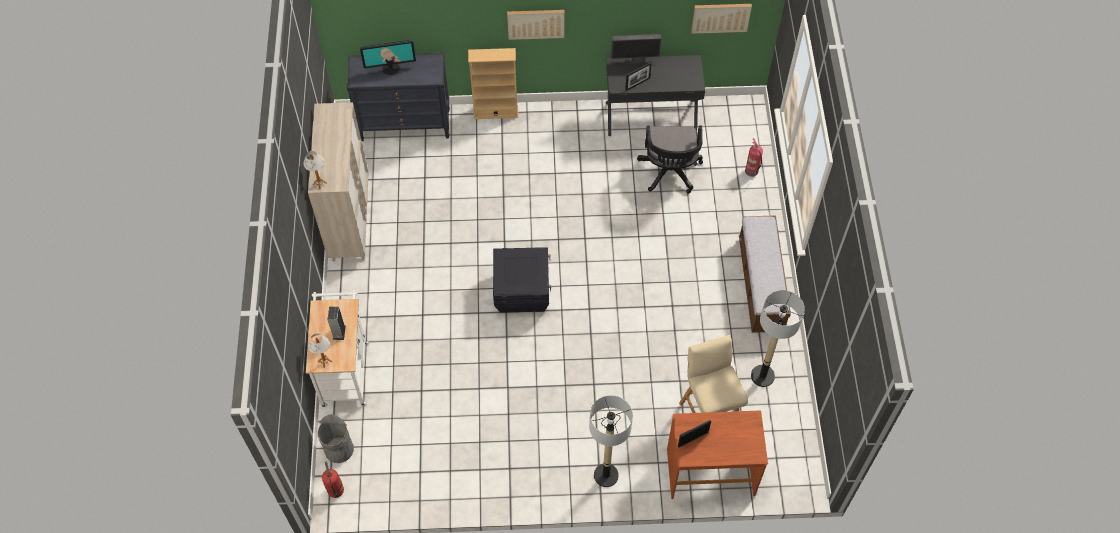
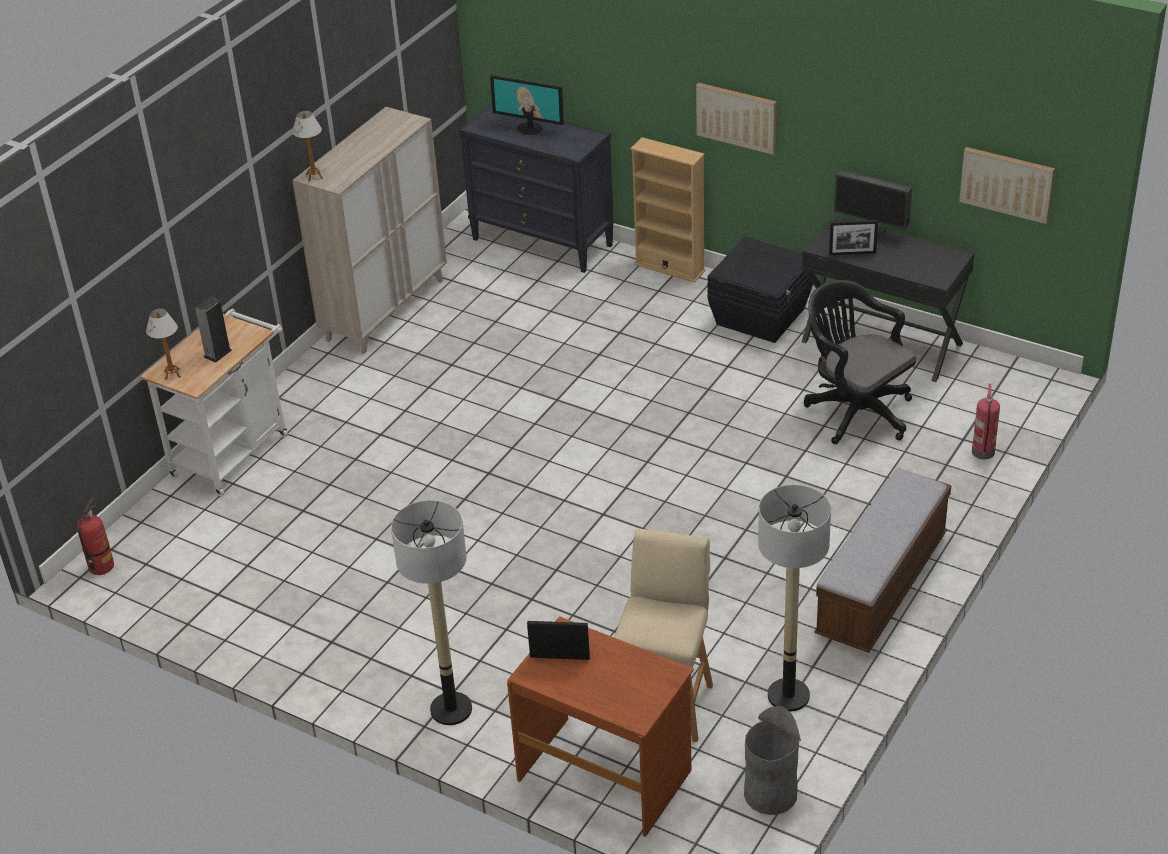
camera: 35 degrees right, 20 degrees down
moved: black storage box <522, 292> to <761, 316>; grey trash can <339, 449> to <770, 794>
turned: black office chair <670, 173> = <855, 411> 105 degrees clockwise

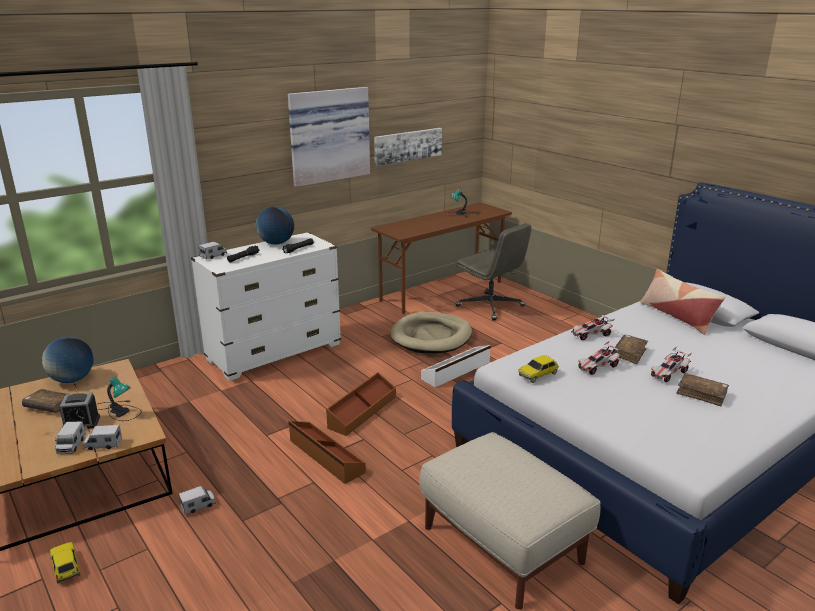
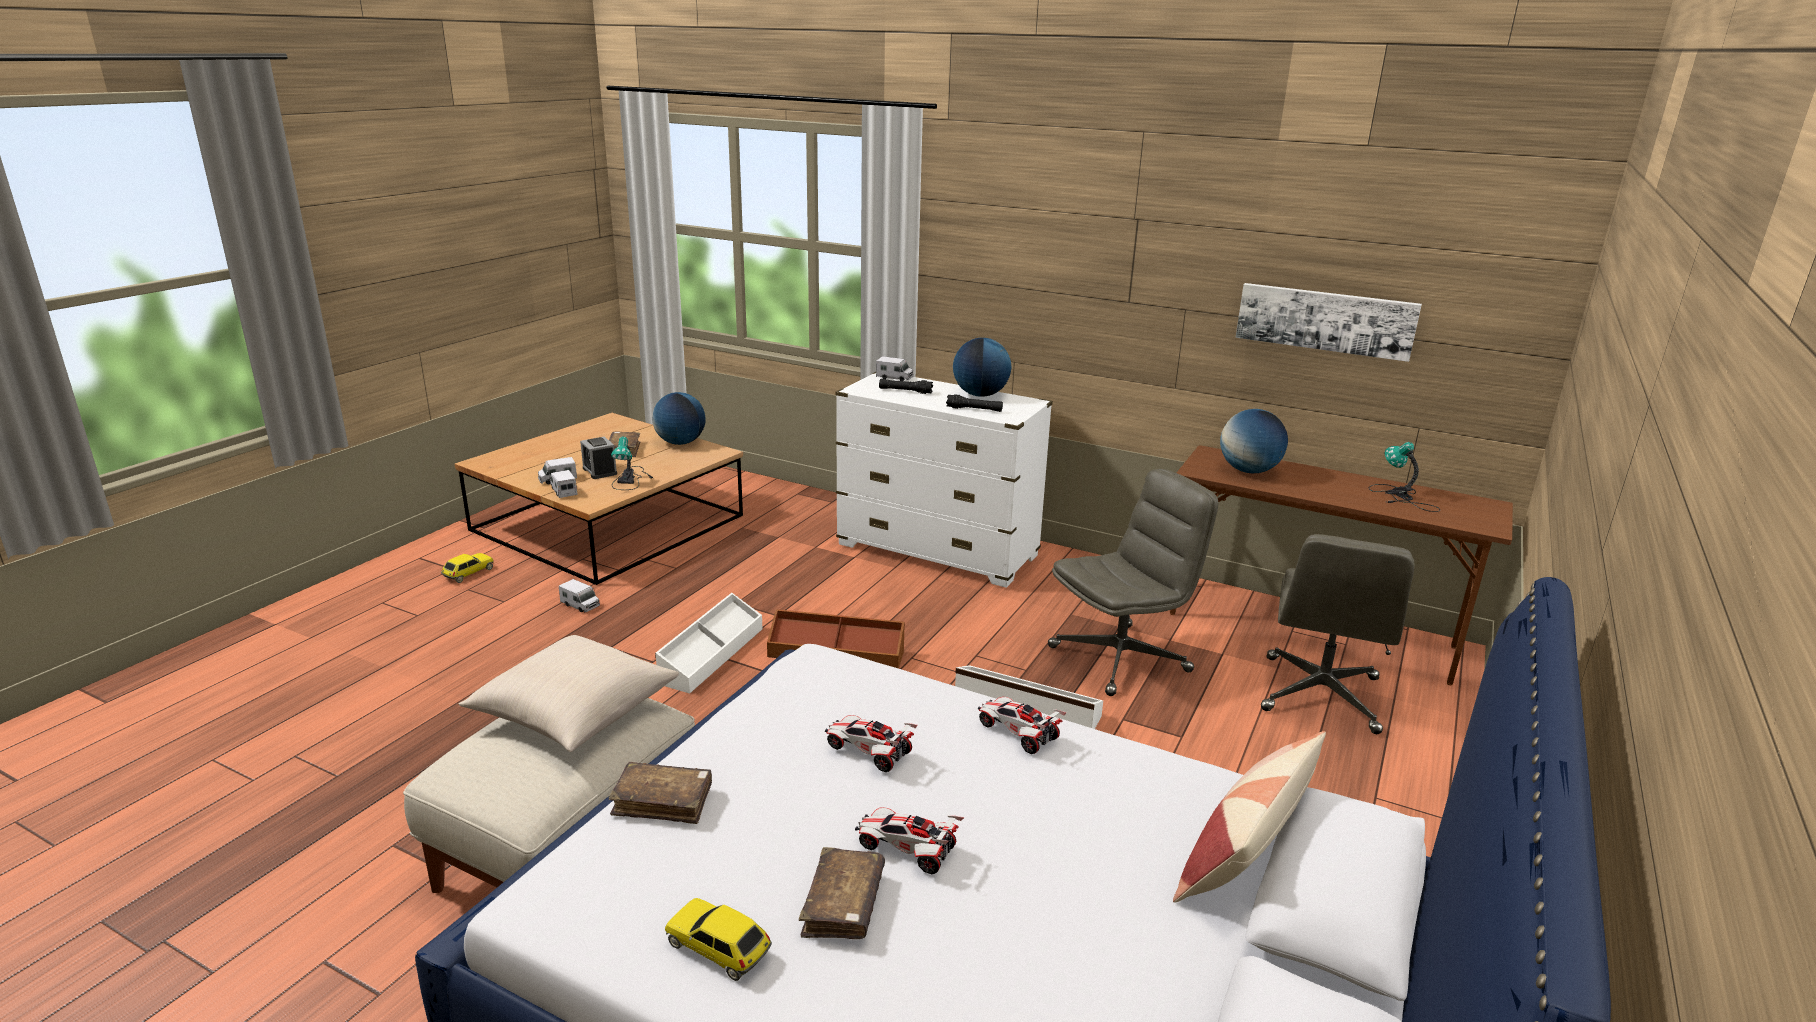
camera: 65 degrees right, 0 degrees up
removed: picture <328, 135>
added: globe <1248, 471>; beige pillow <575, 712>
moved: brown book <629, 353> to <663, 801>; toy car <538, 374> to <719, 949>
replaced: beige dog bed <431, 336> to grey office chair <1120, 658>
recoloured: brown storage box <325, 456> to white storage box <711, 655>

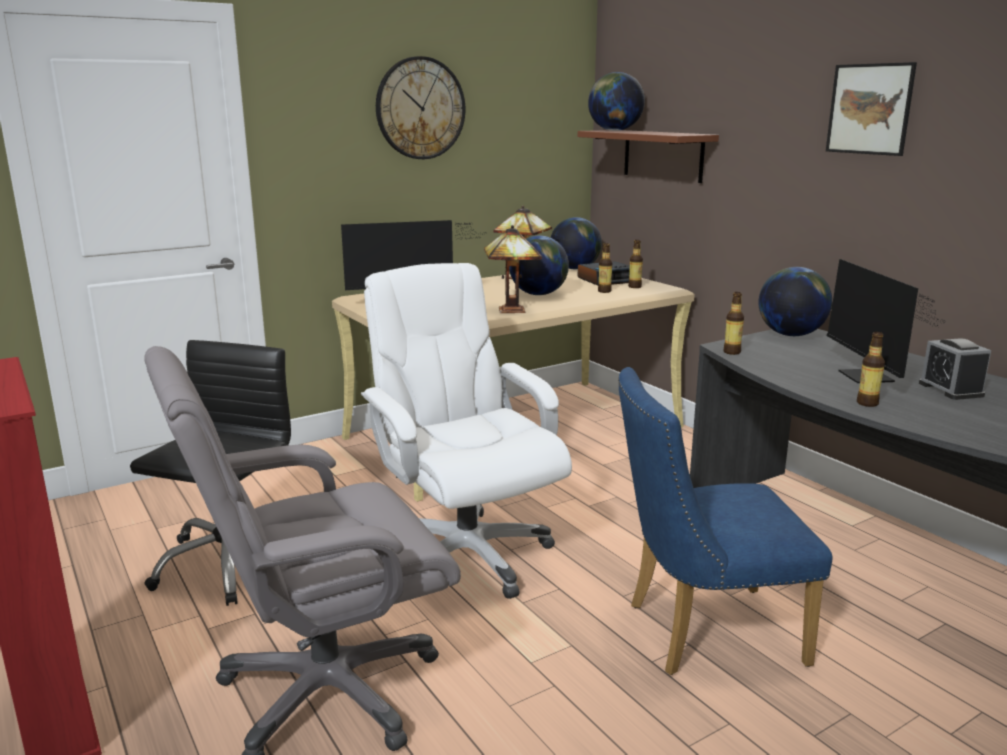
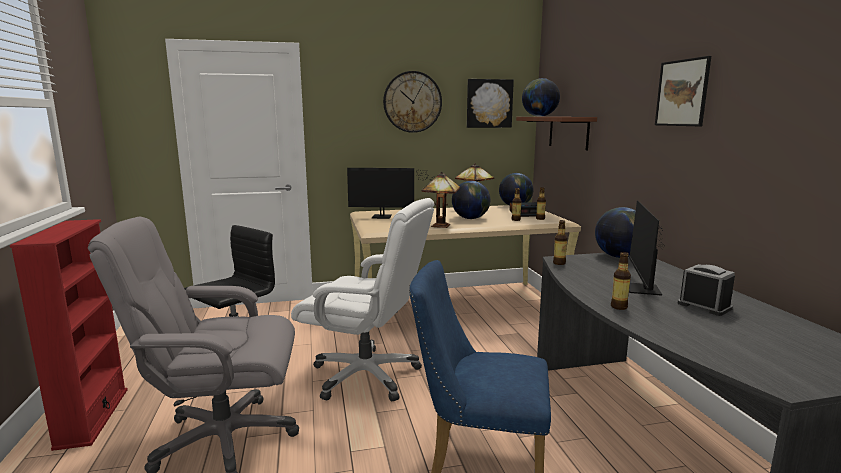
camera: 20 degrees right, 5 degrees down
added: picture <489, 103>
turned: white office chair <466, 554> = <367, 375> 120 degrees clockwise; alarm clock <950, 389> = <704, 306> 135 degrees clockwise

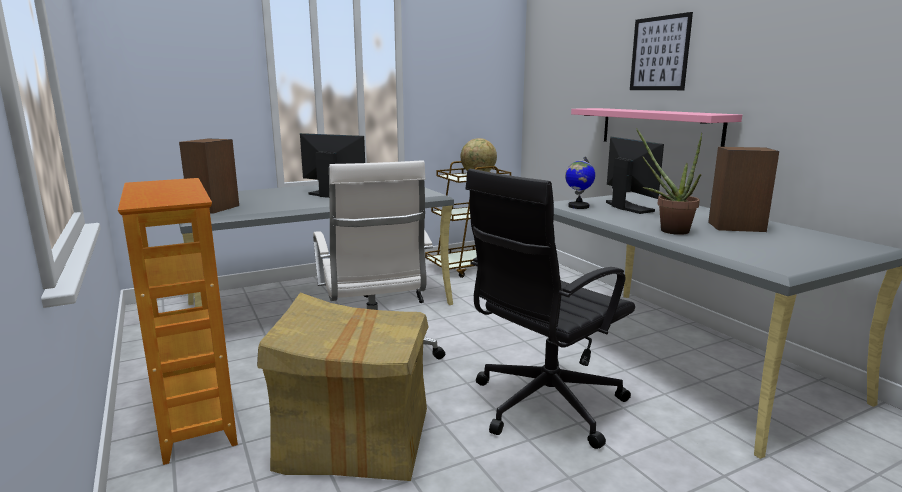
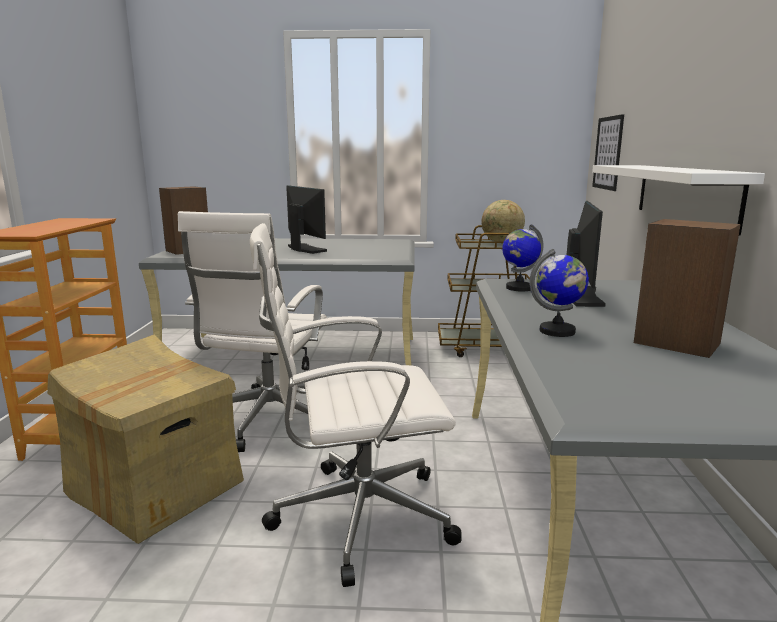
camera: 30 degrees right, 0 degrees up
moved: picture <659, 53> to <608, 153>
replaced: potted plant <668, 230> to globe <557, 331>
recoloured: pink shelf <658, 129> to white shelf <685, 194>; black office chair <544, 405> to white office chair <356, 516>

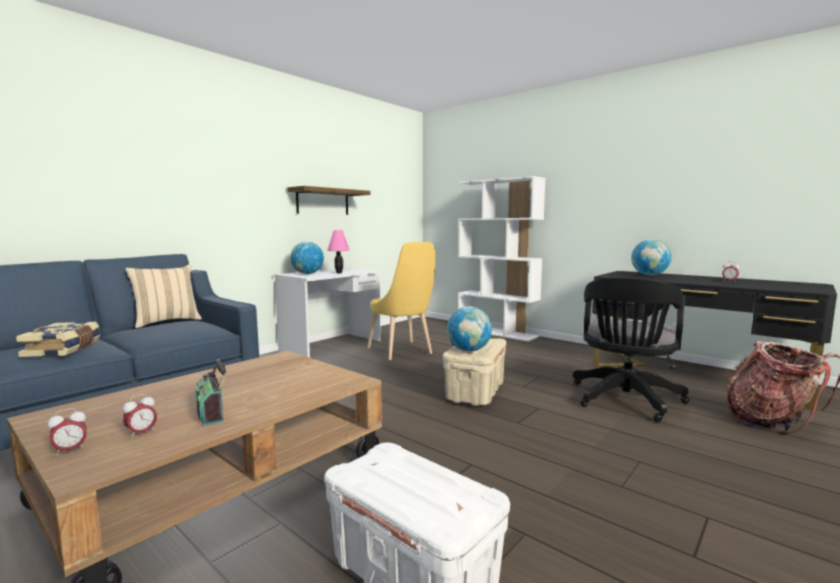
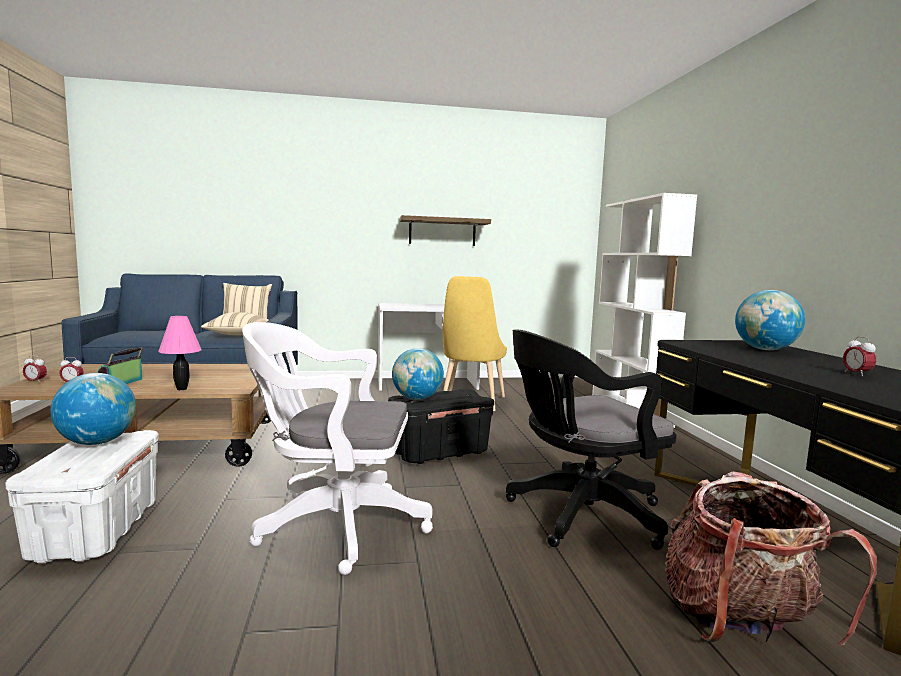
camera: 40 degrees right, 0 degrees up
removed: book <64, 349>
added: beige pillow <237, 335>; white office chair <333, 525>
moved: pink table lamp <339, 273> to <181, 389>; globe <307, 273> to <97, 442>
recoloured: beige storage box <475, 392> to black storage box <440, 452>

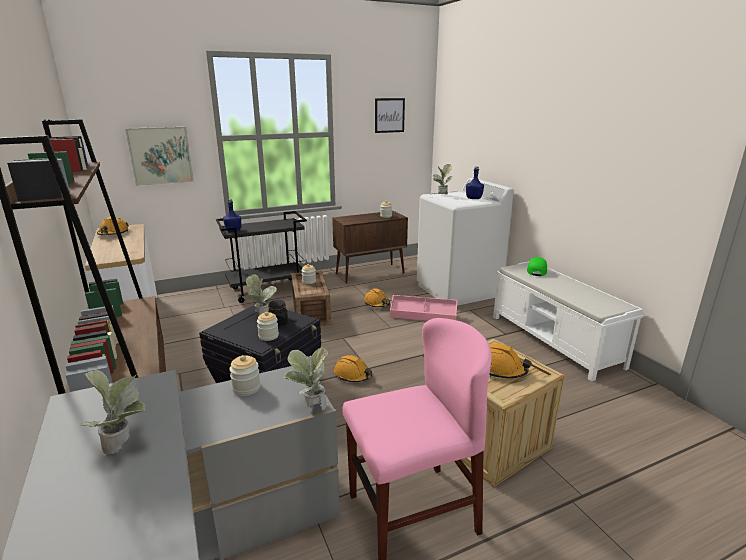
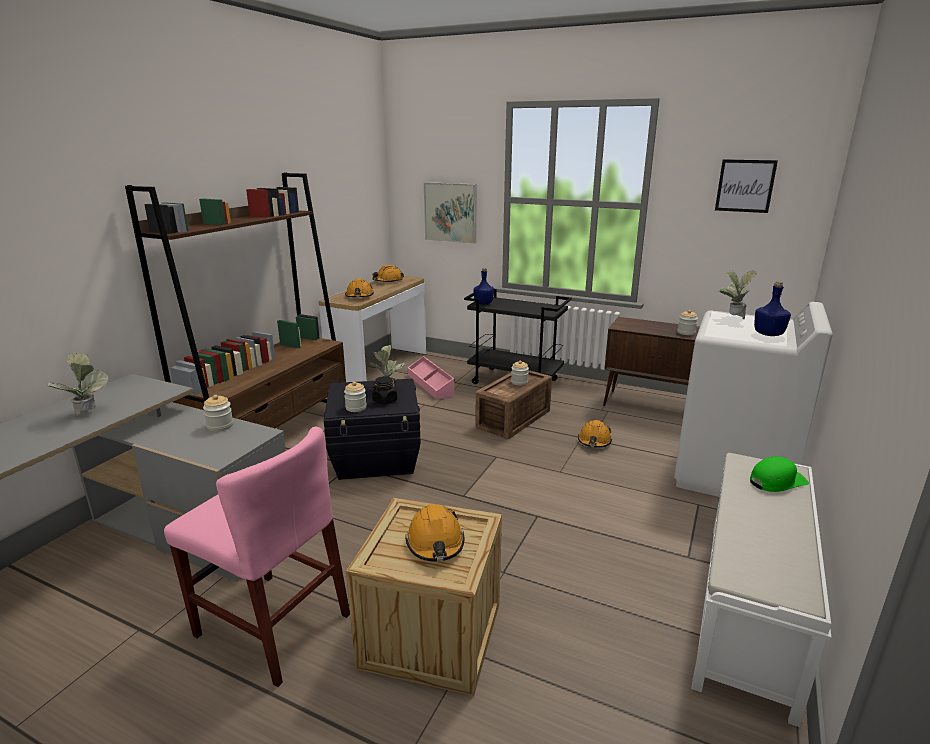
camera: 50 degrees right, 0 degrees up
removed: potted plant <310, 407>
moved: pink storage box <423, 316> to <431, 385>; orange hard hat <353, 375> to <359, 296>

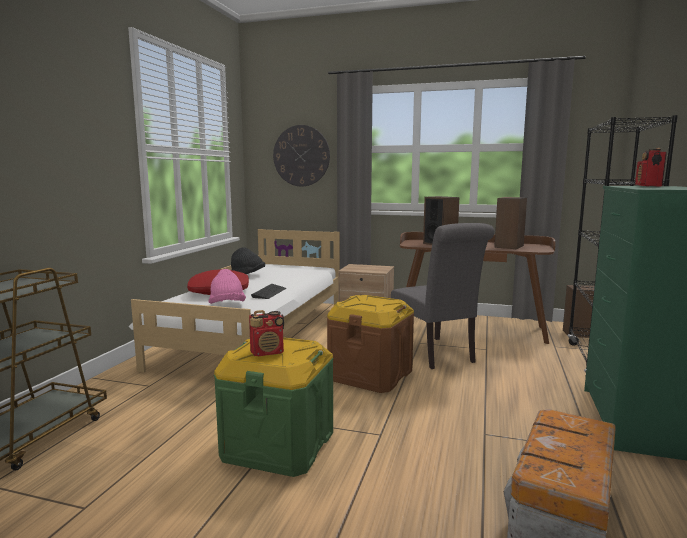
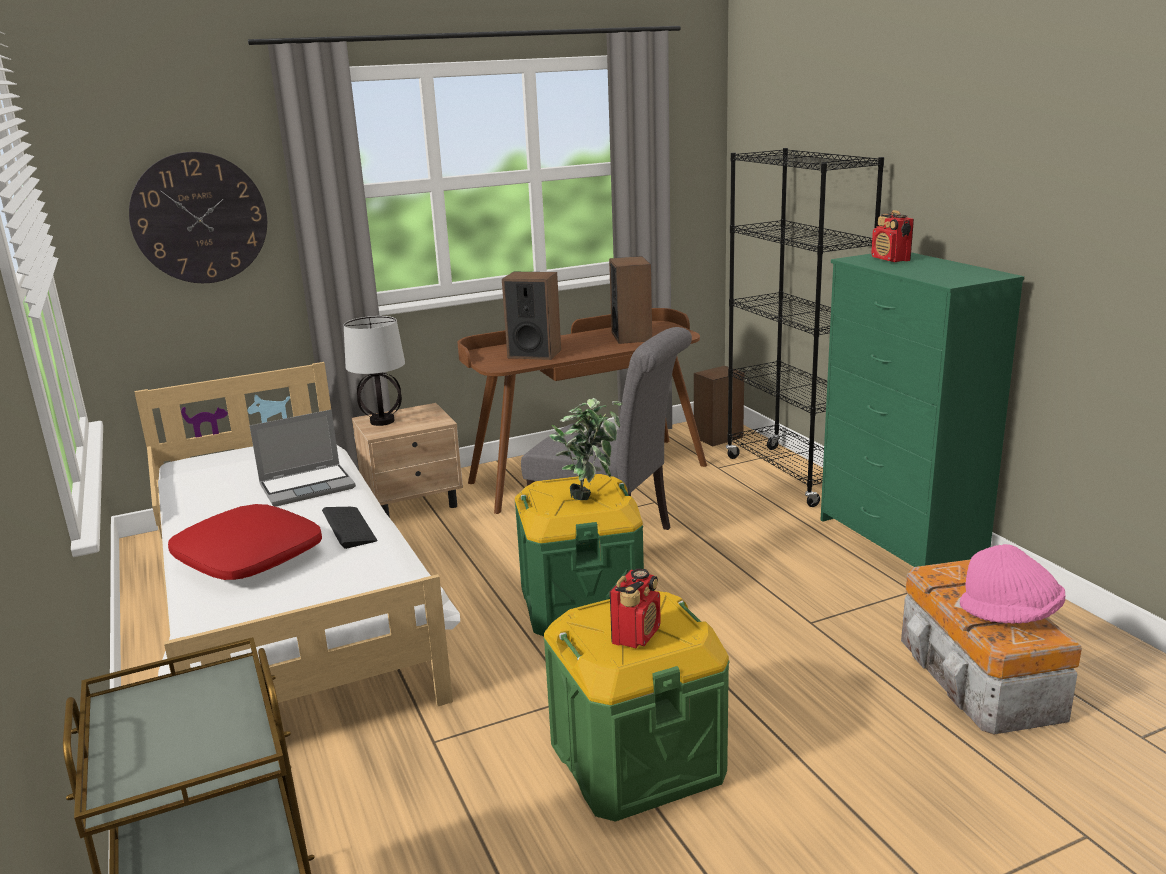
camera: 40 degrees left, 10 degrees up
removed: black hat <248, 275>
added: table lamp <383, 421>; potted plant <589, 495>; laptop <308, 486>
moved: pink hat <227, 306> to <1010, 614>
recoloured: brown storage box <370, 375> to green storage box <581, 604>

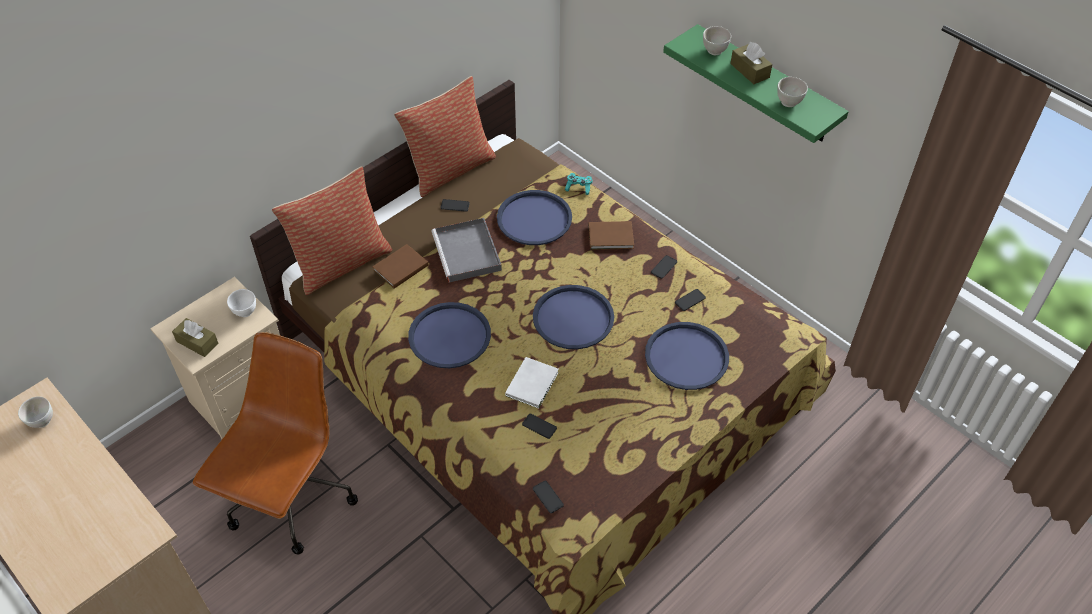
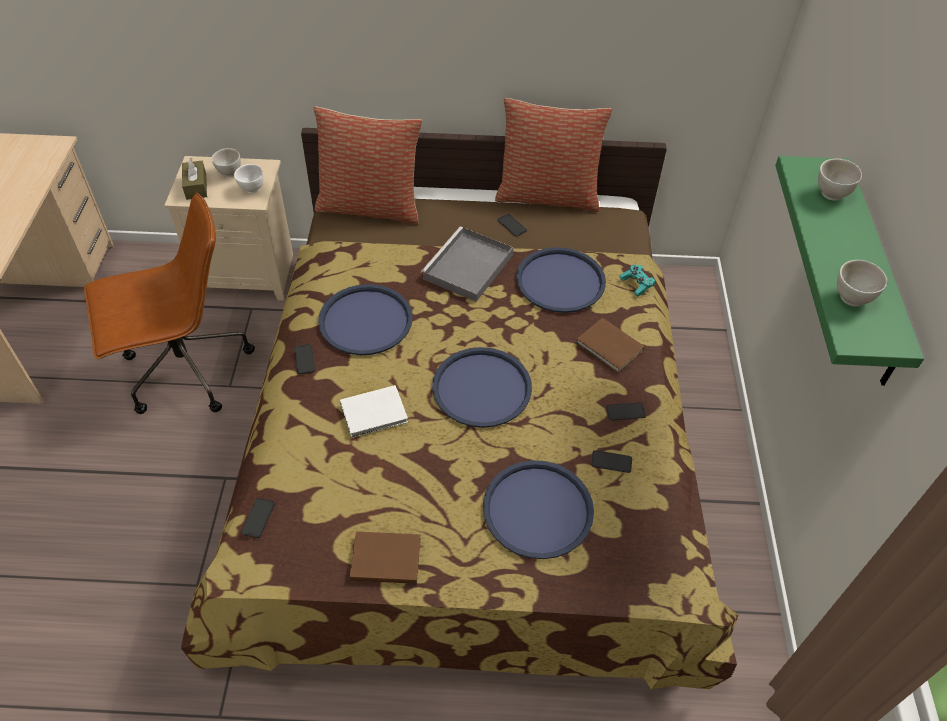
camera: 45 degrees right, 0 degrees up
removed: brown tissue box <749, 70>
moved: brown book <399, 268> to <384, 558>; white bowl <42, 421> to <229, 173>; phone <539, 426> to <304, 359>

